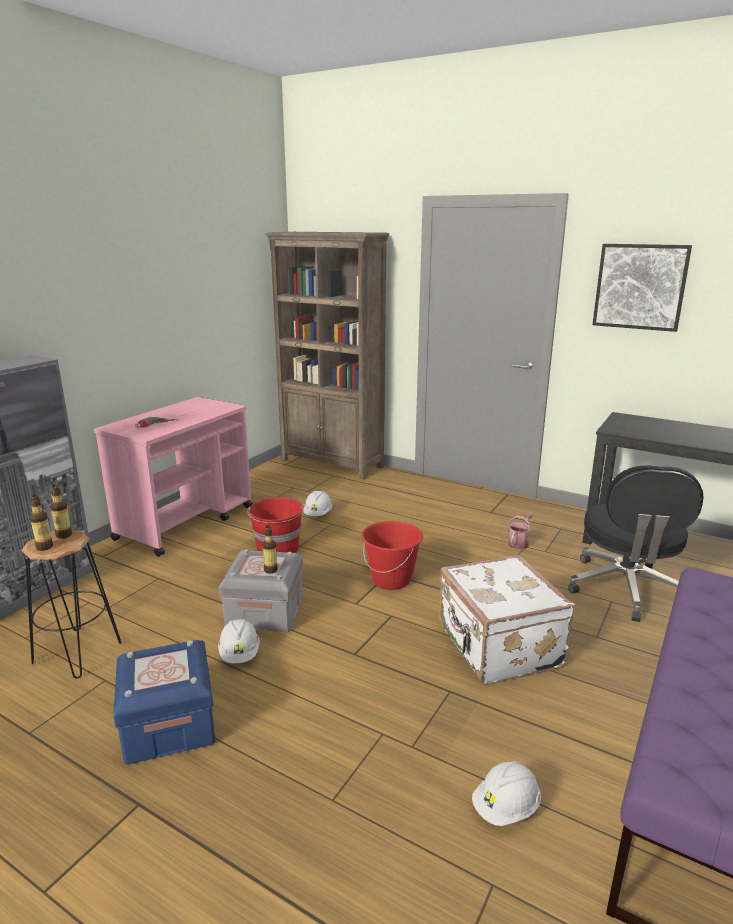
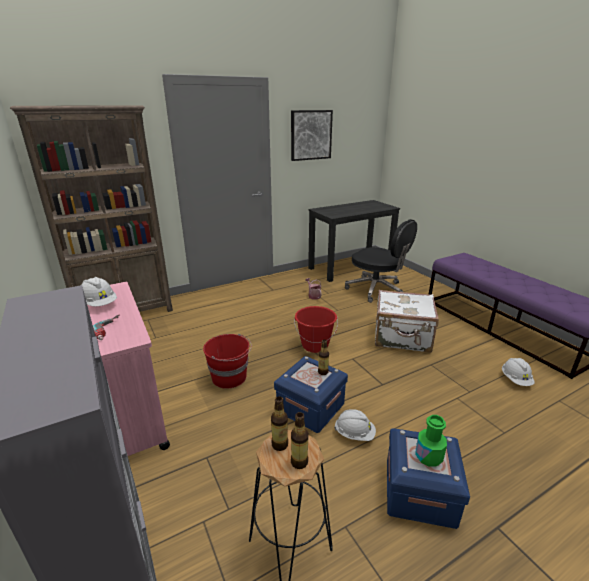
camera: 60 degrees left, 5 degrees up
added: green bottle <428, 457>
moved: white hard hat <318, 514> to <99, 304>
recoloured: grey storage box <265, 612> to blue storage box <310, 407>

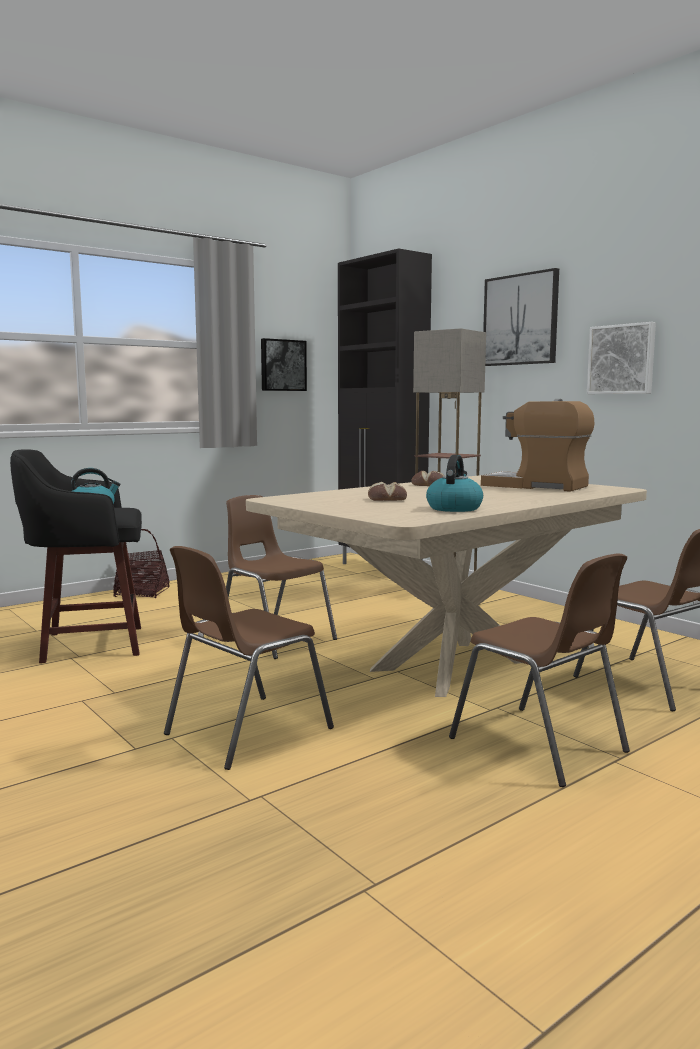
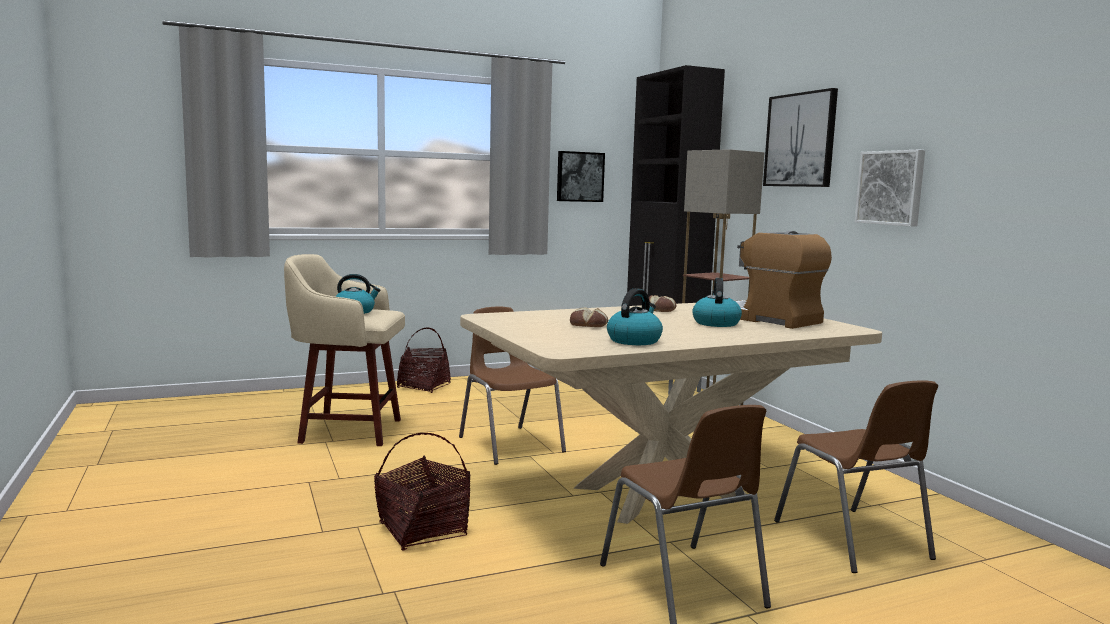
camera: 15 degrees right, 0 degrees up
added: kettle <715, 323>
replaced: brown chair <245, 731> to basket <422, 530>
recoloured: black stool <88, 644> to beige stool <347, 431>

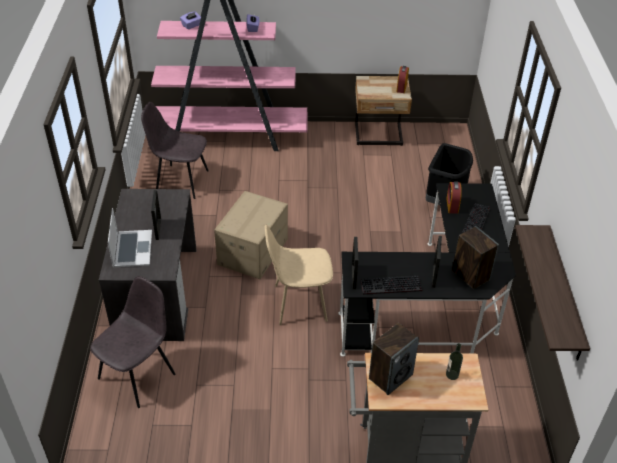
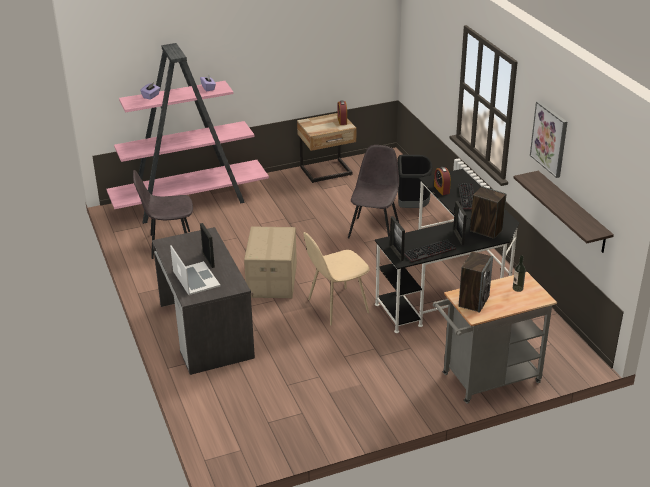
camera: 20 degrees left, 10 degrees down
added: picture <549, 138>
moved: grey chair <138, 375> to <374, 230>

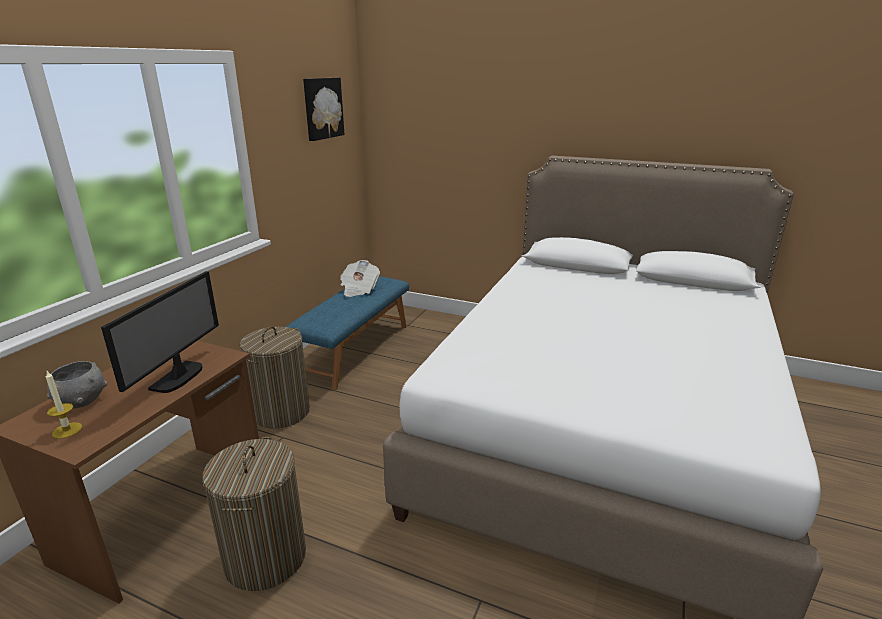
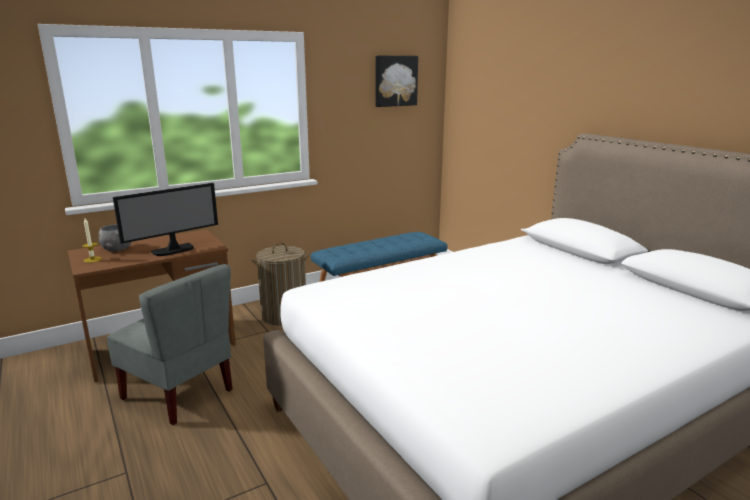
camera: 35 degrees right, 5 degrees down
removed: newspaper <359, 289>
replaced: laundry basket <265, 558> to grey chair <179, 394>

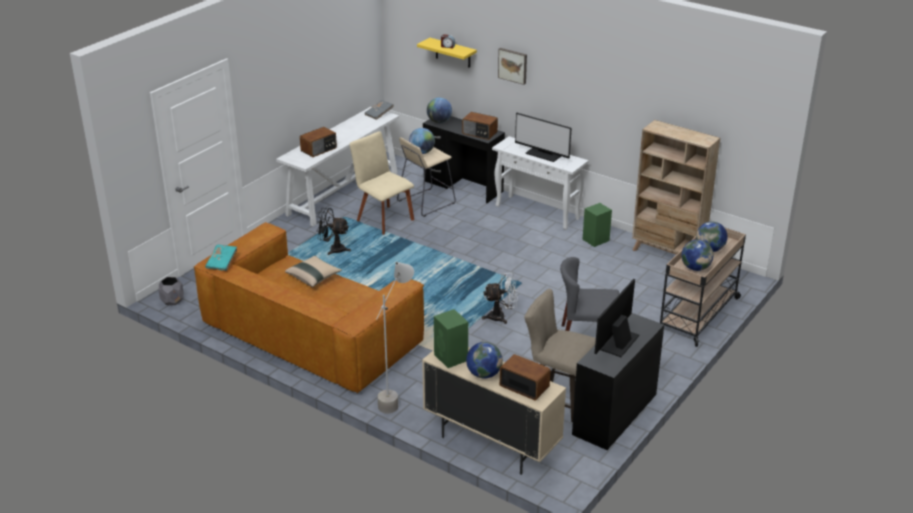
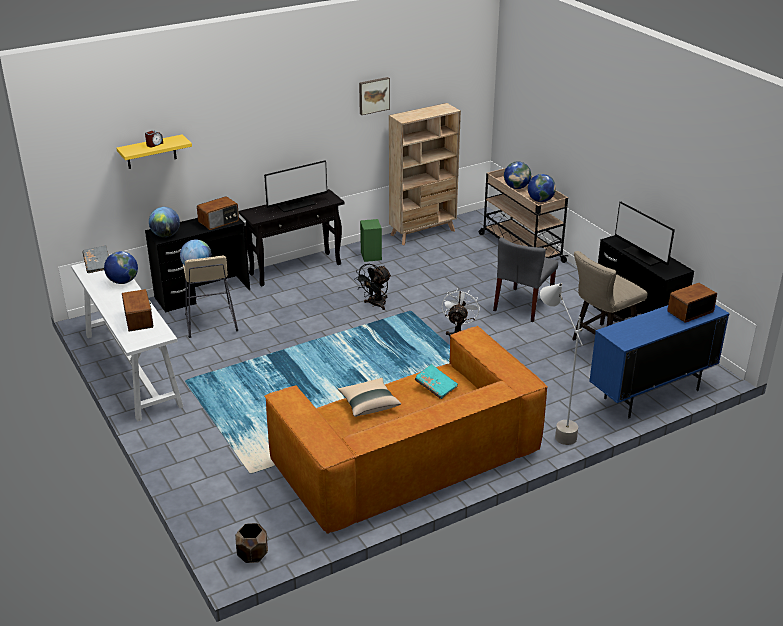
camera: 65 degrees left, 0 degrees up
removed: beige chair <383, 219>; green speaker <451, 358>
moved: picture <513, 65> to <373, 95>; black fan <333, 249> to <375, 305>; turquoise book <222, 262> to <436, 387>; globe <484, 374> to <123, 281>
recoloured: white console table <538, 212> to black console table <296, 269>; grey planter <173, 300> to brown planter <253, 554>; beige cabinet <491, 445> to blue cabinet <651, 395>

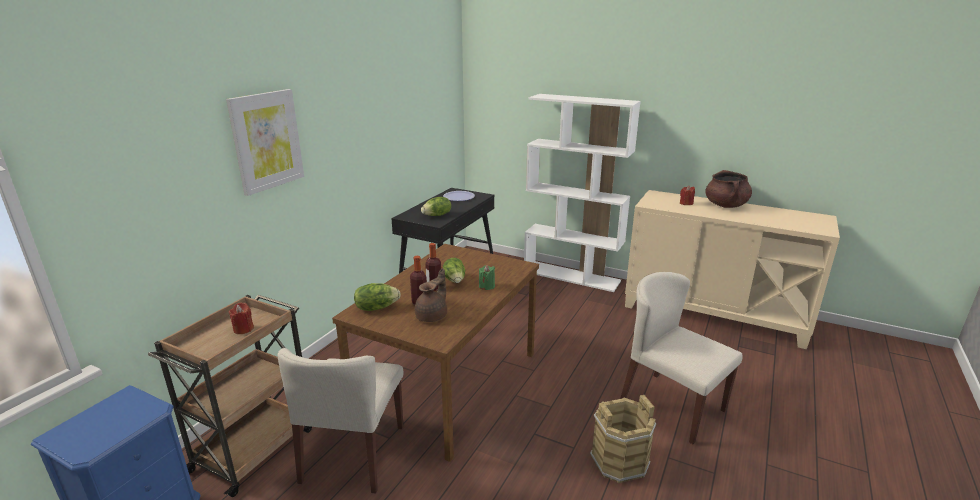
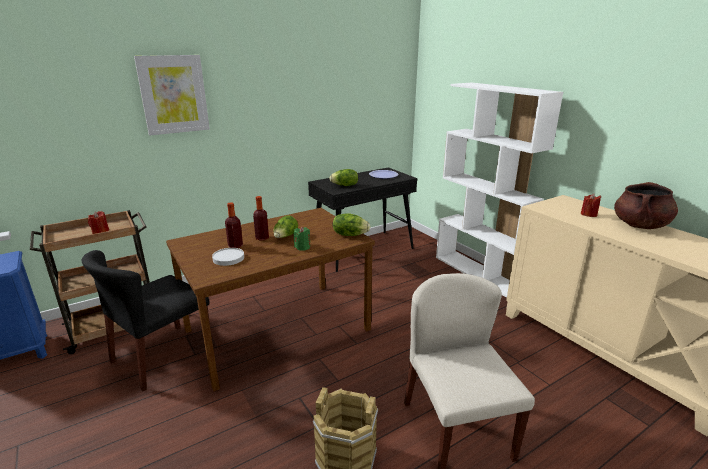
camera: 30 degrees right, 0 degrees up
moved: lettuce <376, 307> to <350, 234>
replaced: brown teapot <432, 316> to white plate <228, 258>
recoloured: beige chair <354, 454> to black chair <161, 356>

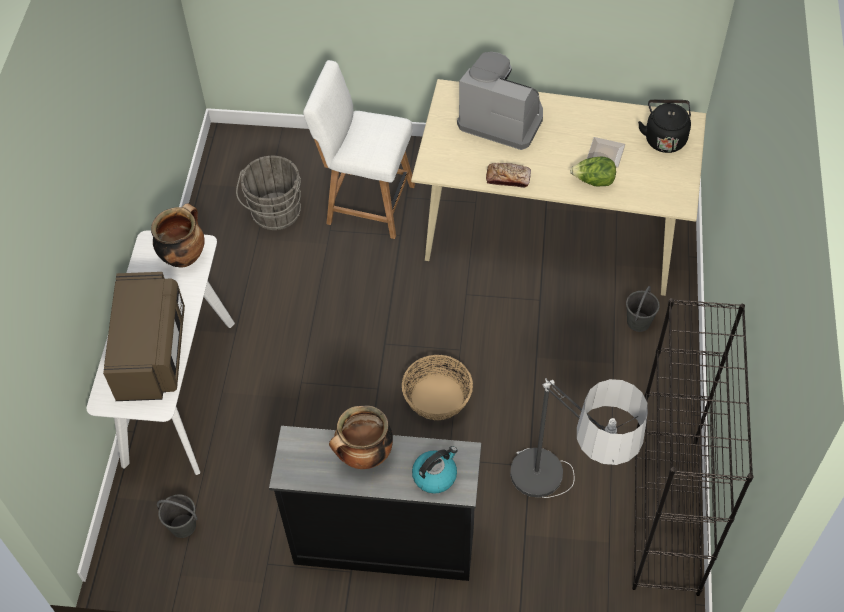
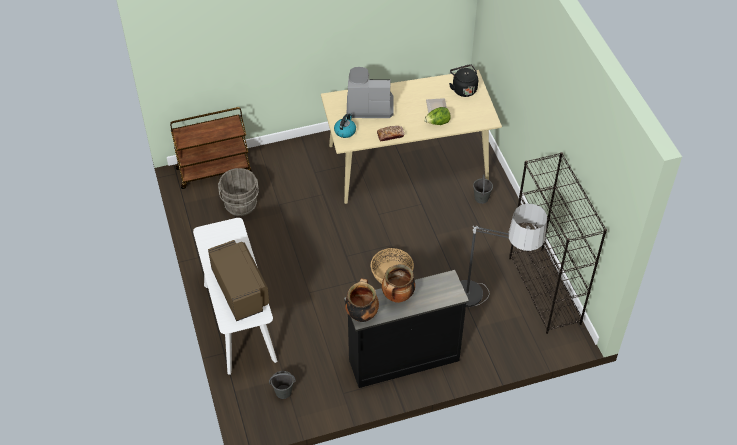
camera: 25 degrees left, 5 degrees down
removed: white chair <366, 203>
added: brown cart <214, 170>
moved: cooking pot <183, 256> to <361, 314>; kettle <435, 475> to <345, 131>

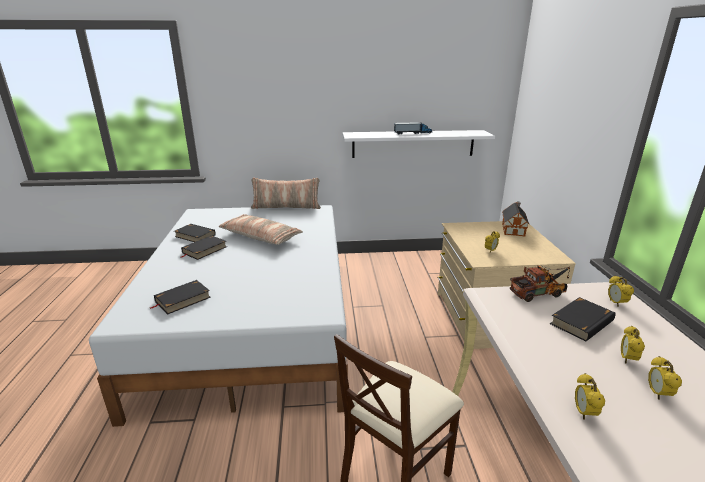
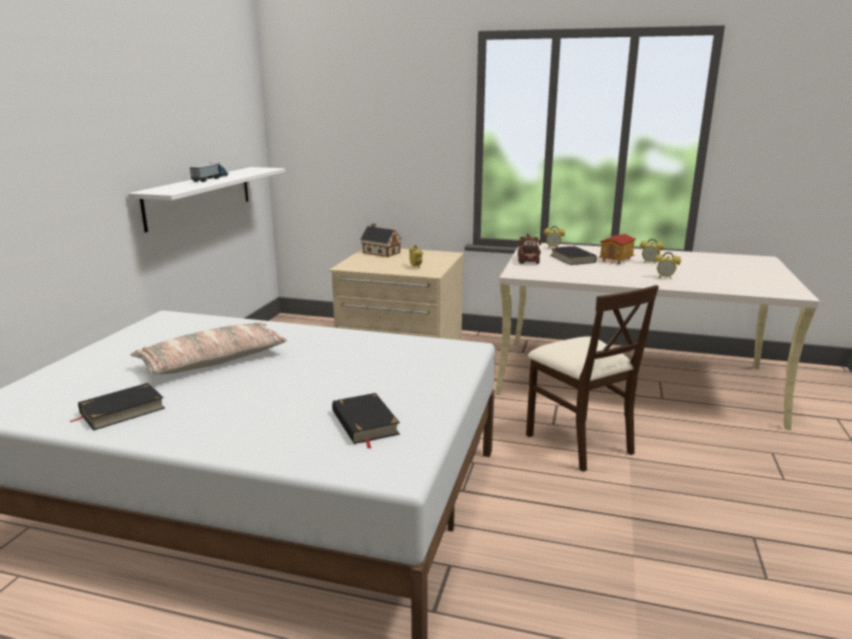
camera: 70 degrees left, 5 degrees down
removed: pillow <286, 207>; black book <204, 250>
replaced: alarm clock <627, 359> to toy house <616, 260>

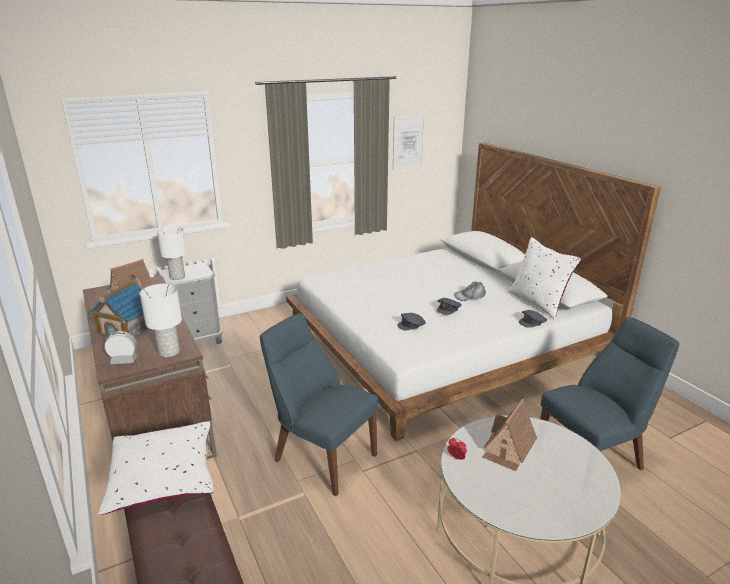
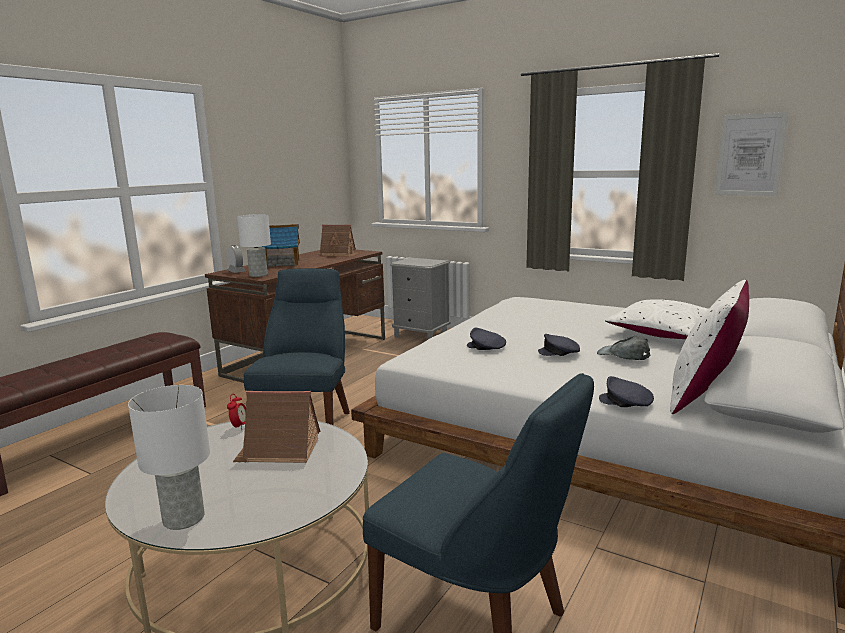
camera: 60 degrees right, 10 degrees down
moved: white table lamp <177, 277> to <183, 518>; white pillow <163, 478> to <666, 334>

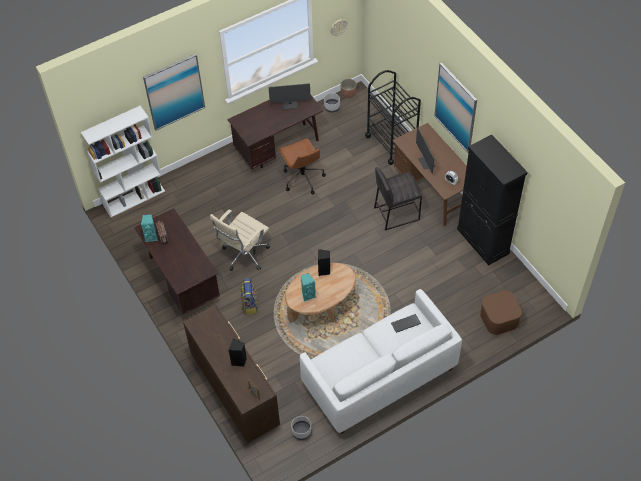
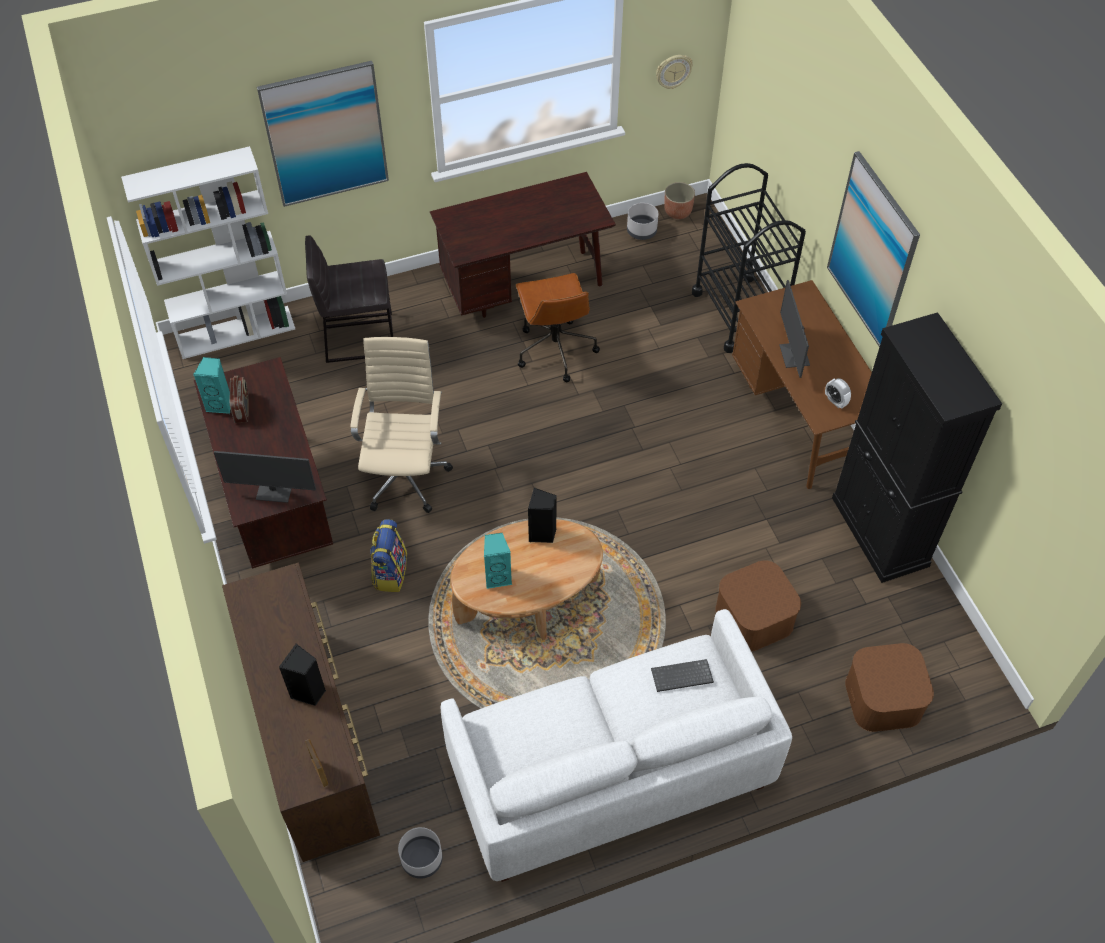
camera: 10 degrees right, 0 degrees up
added: brown storage box <754, 617>
moved: monitor <290, 104> to <274, 491>; grey stool <396, 213> to <358, 337>
turned: beige office chair <244, 256> = <405, 475> 135 degrees clockwise

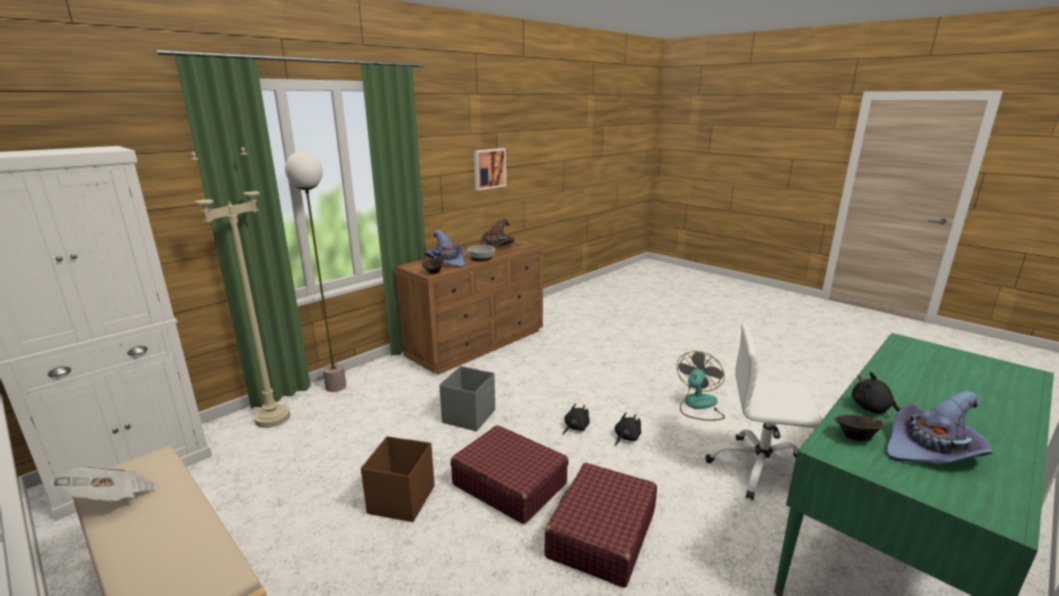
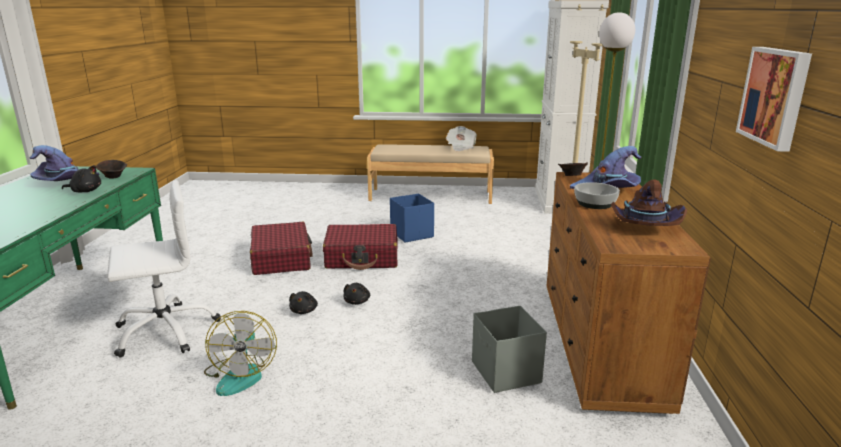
camera: 140 degrees right, 0 degrees up
moved: grey storage box <469, 416> to <505, 373>
recoloured: brown storage box <401, 500> to blue storage box <411, 234>

